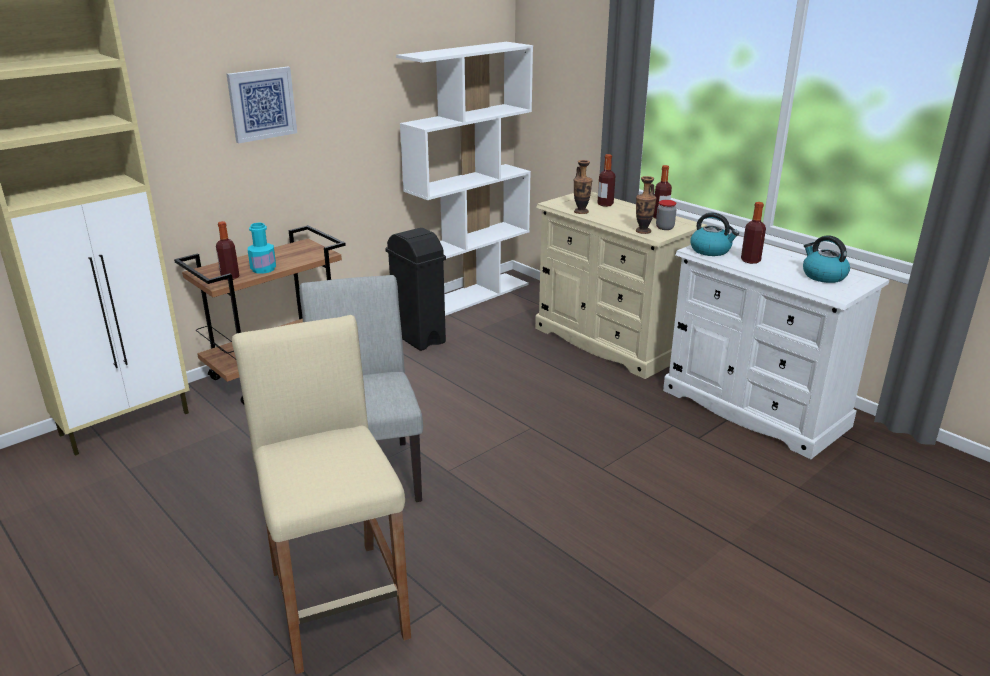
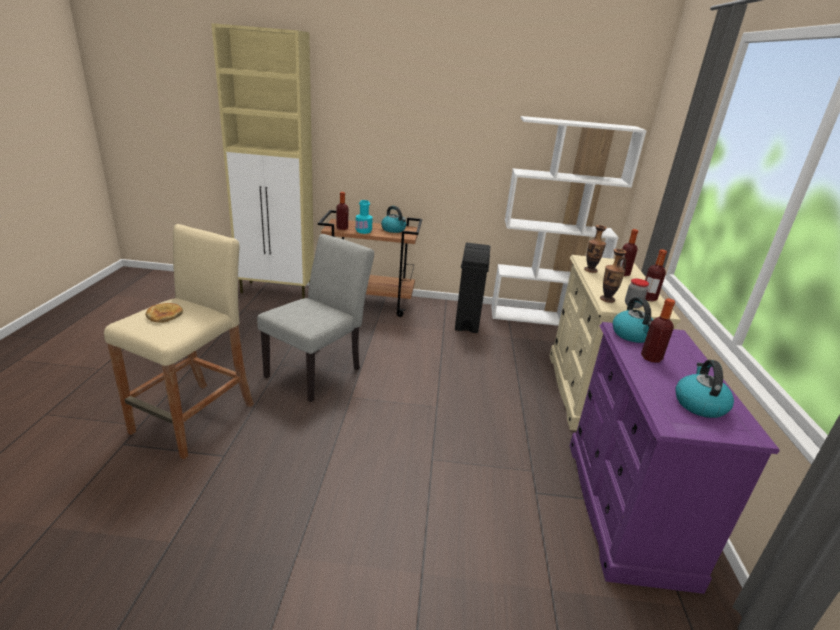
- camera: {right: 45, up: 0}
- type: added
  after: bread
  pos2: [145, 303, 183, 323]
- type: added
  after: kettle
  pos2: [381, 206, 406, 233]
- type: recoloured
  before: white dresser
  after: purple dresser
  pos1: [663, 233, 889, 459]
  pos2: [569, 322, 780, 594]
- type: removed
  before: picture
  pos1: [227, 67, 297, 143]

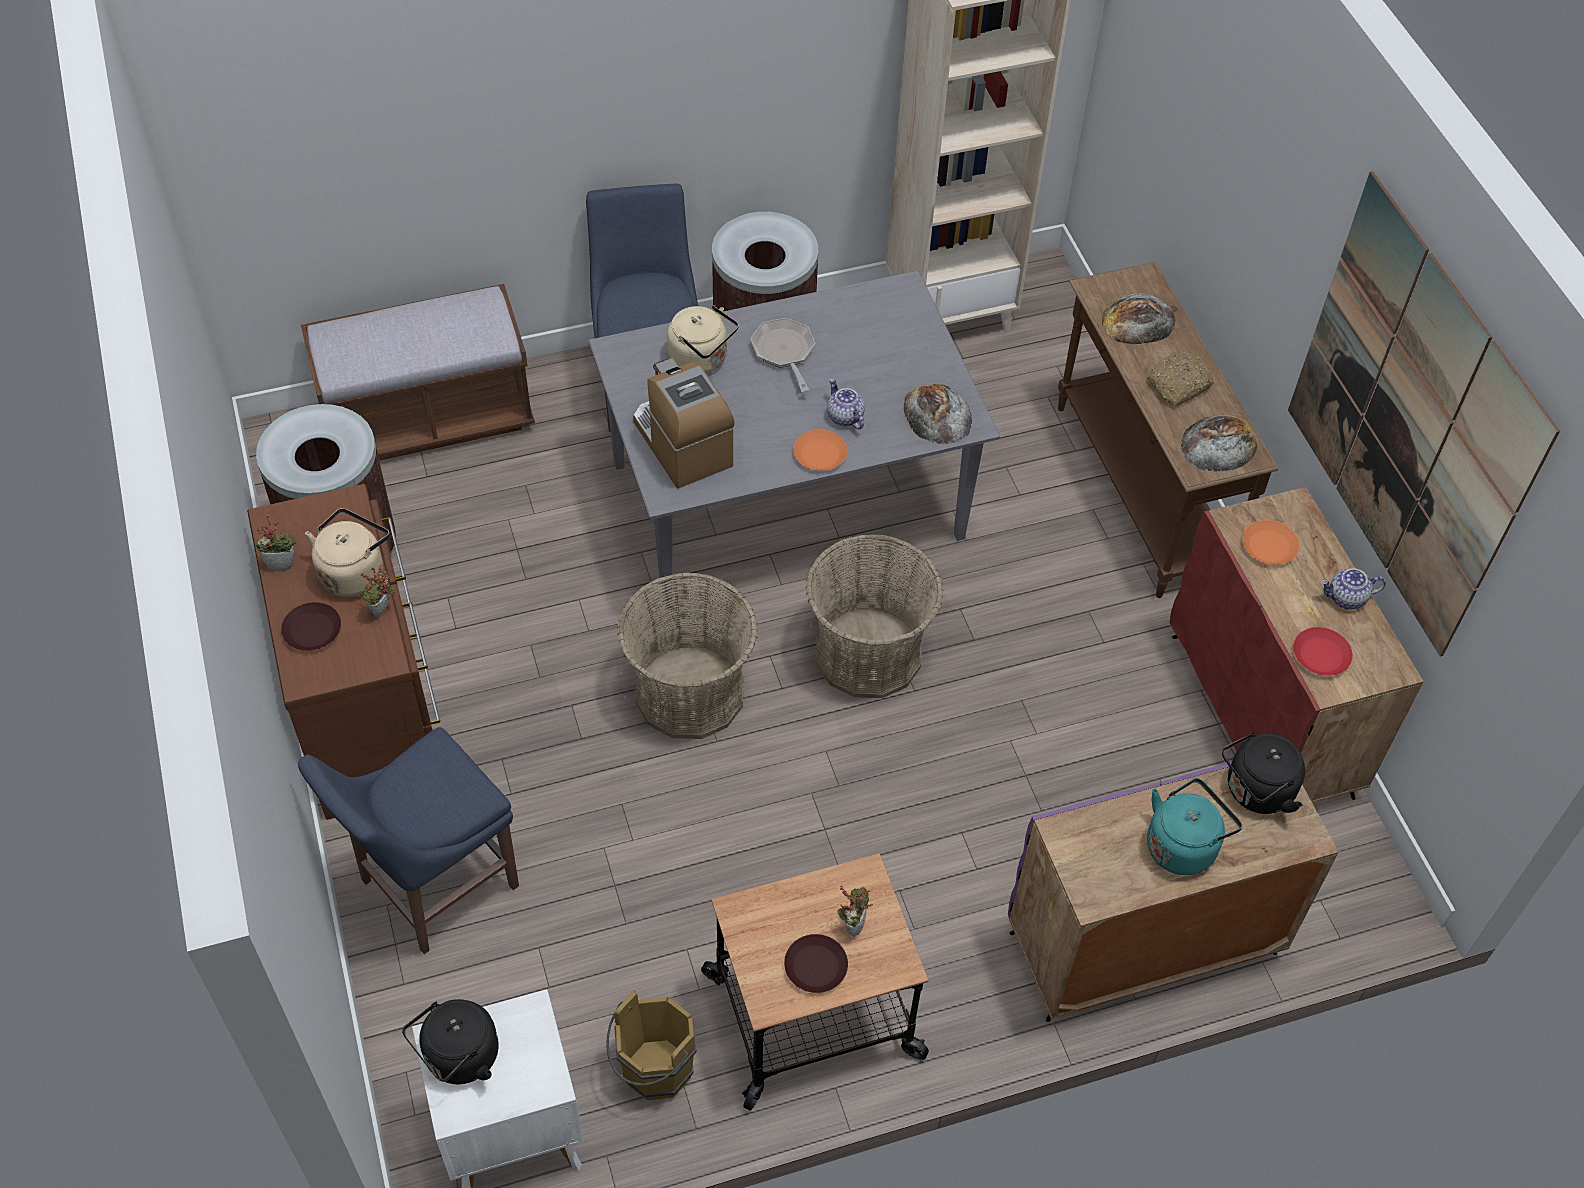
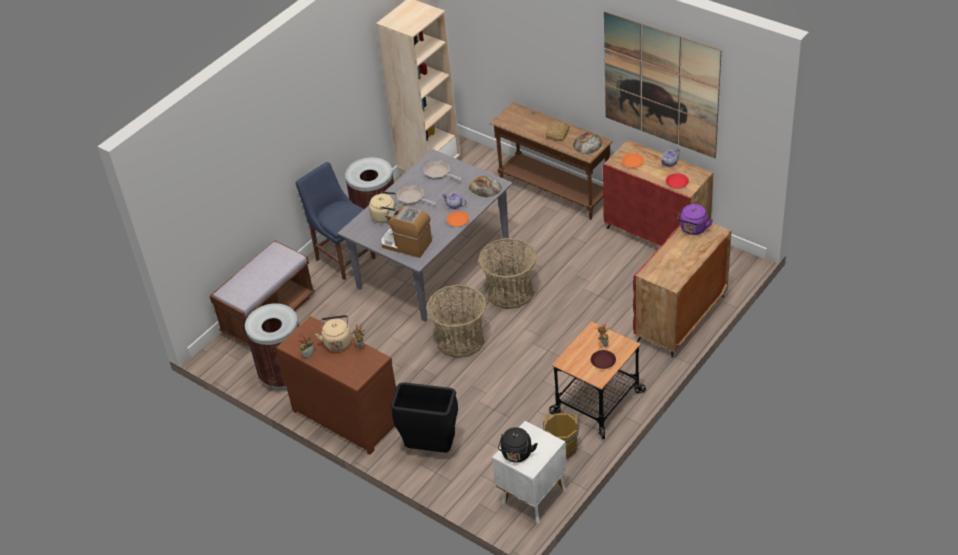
- camera: {right: -30, up: -10}
- type: replaced
  before: blue chair
  after: black trash can
  pos1: [298, 727, 519, 954]
  pos2: [390, 382, 458, 453]
- type: added
  after: frying pan
  pos2: [423, 160, 462, 180]
- type: recoloured
  before: purple cabinet
  after: red cabinet
  pos1: [1008, 762, 1339, 1022]
  pos2: [633, 221, 731, 358]
- type: recoloured
  before: black kettle
  after: purple kettle
  pos1: [1222, 731, 1305, 814]
  pos2: [677, 204, 713, 235]
- type: removed
  before: brown plate
  pos1: [281, 602, 341, 651]
- type: removed
  before: bread
  pos1: [1102, 293, 1176, 344]
- type: removed
  before: turquoise kettle
  pos1: [1147, 778, 1242, 875]

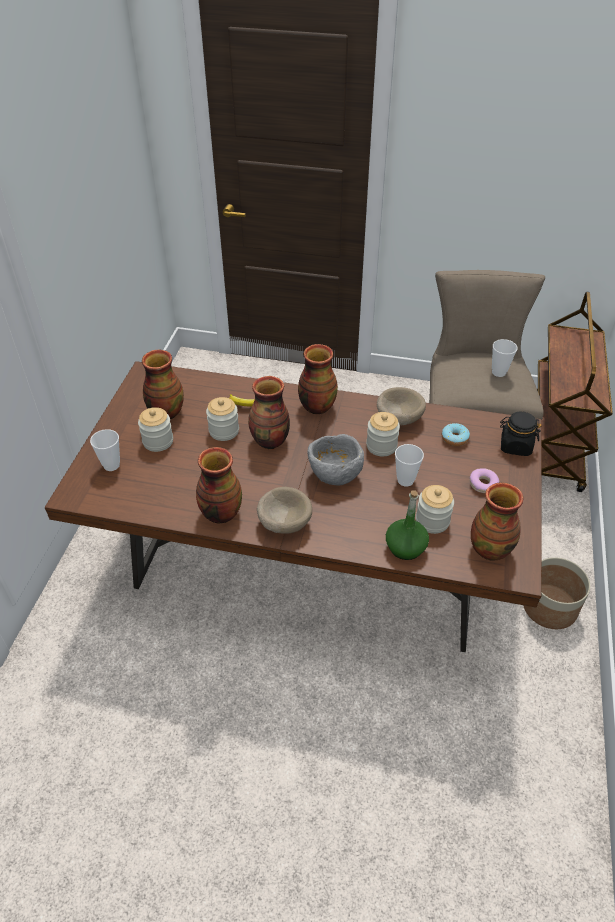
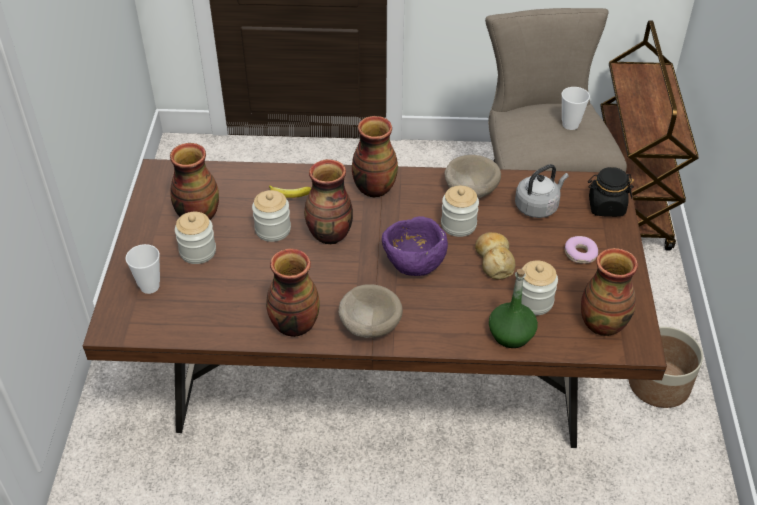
- camera: {right: -10, up: 0}
- type: recoloured
  before: grey bowl
  after: purple bowl
  pos1: [307, 434, 364, 485]
  pos2: [382, 216, 448, 276]
- type: replaced
  before: cup
  after: bread
  pos1: [395, 444, 424, 487]
  pos2: [475, 232, 515, 280]
- type: replaced
  before: donut
  after: grey kettle
  pos1: [442, 423, 470, 446]
  pos2: [515, 164, 569, 218]

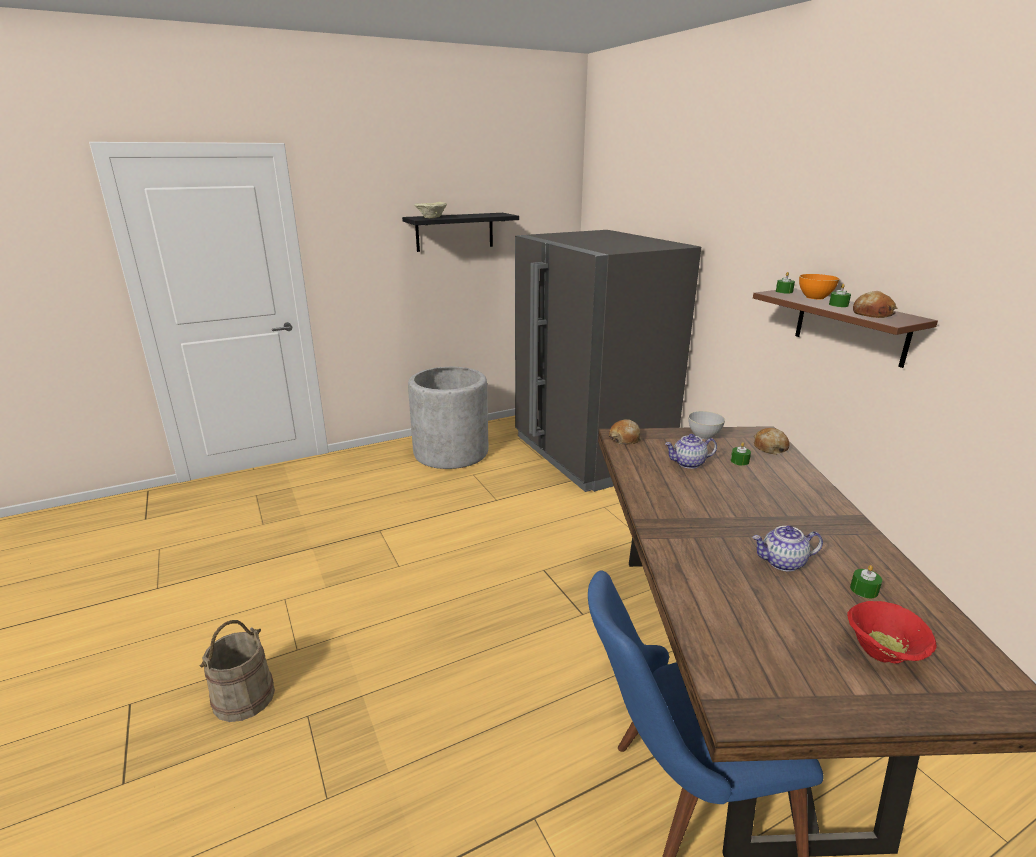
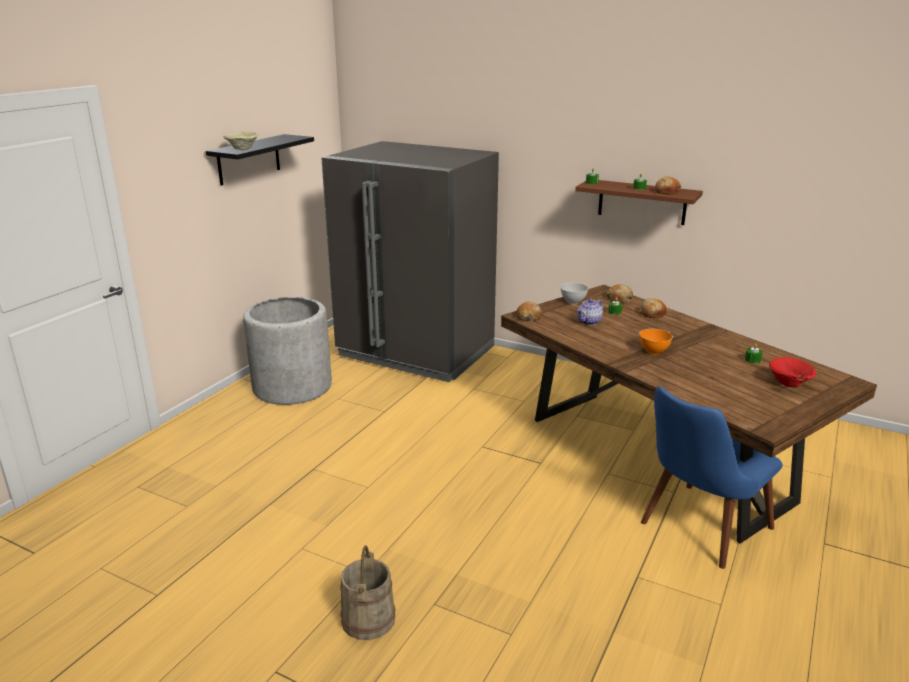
- camera: {right: -35, up: 0}
- type: added
  after: bread
  pos2: [639, 298, 666, 318]
- type: moved
  before: orange bowl
  pos1: [799, 274, 839, 299]
  pos2: [639, 329, 673, 354]
- type: removed
  before: teapot
  pos1: [752, 525, 823, 572]

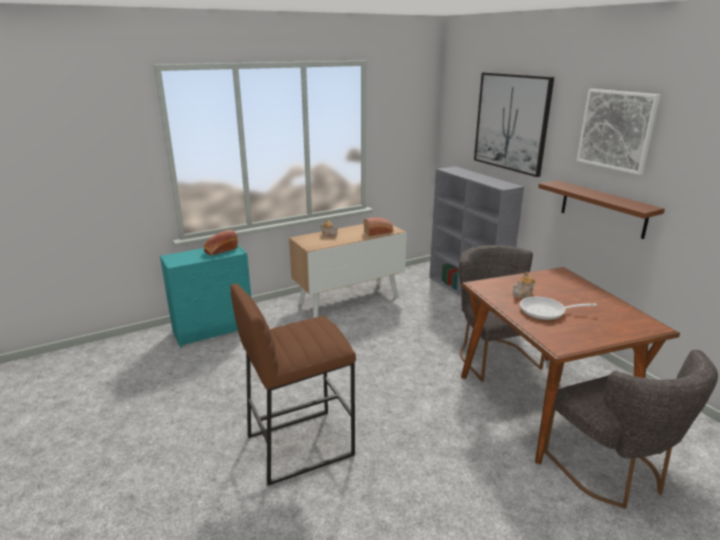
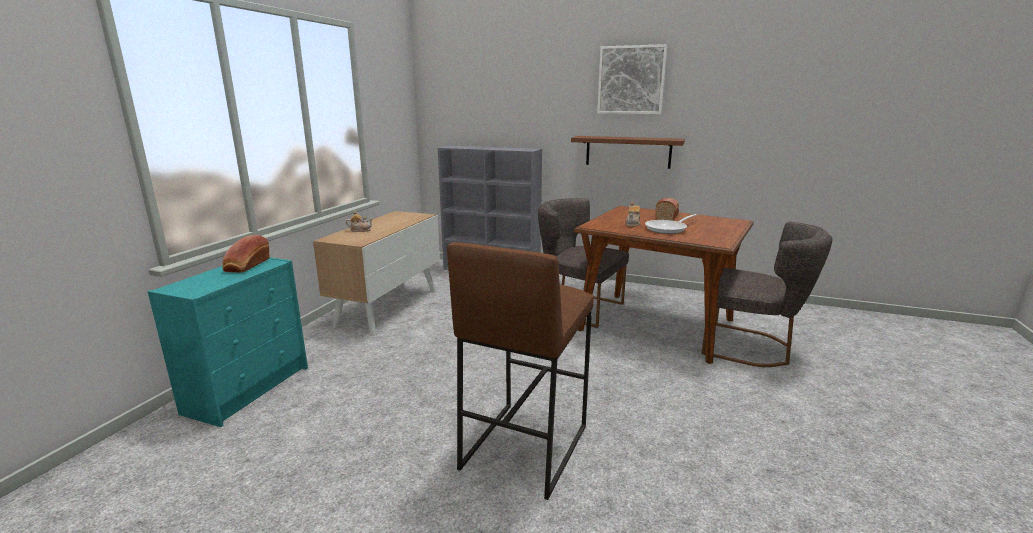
- camera: {right: -40, up: -5}
- type: moved
  before: bread
  pos1: [364, 217, 393, 236]
  pos2: [655, 198, 679, 221]
- type: removed
  before: picture
  pos1: [474, 72, 554, 177]

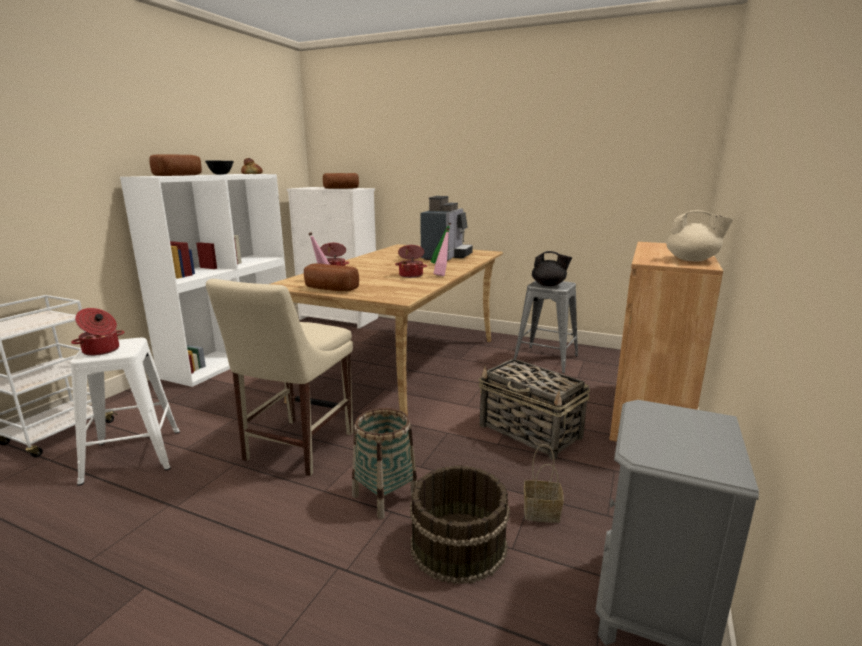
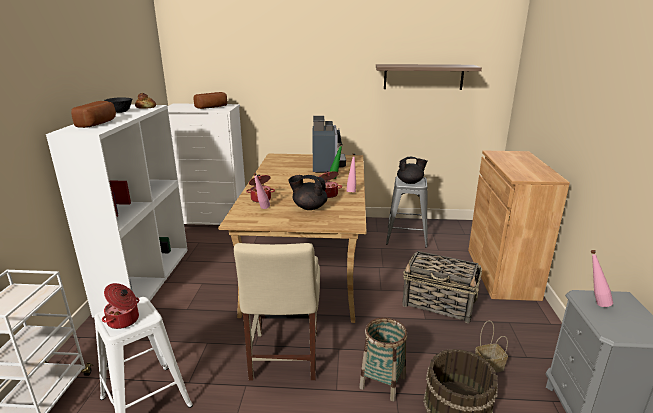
- camera: {right: -20, up: 5}
- type: added
  after: black teapot
  pos2: [288, 175, 327, 210]
- type: added
  after: shelf
  pos2: [376, 64, 482, 90]
- type: added
  after: pink bottle
  pos2: [591, 250, 613, 307]
- type: removed
  before: bread
  pos1: [304, 263, 359, 291]
- type: removed
  before: beige teapot
  pos1: [666, 210, 734, 262]

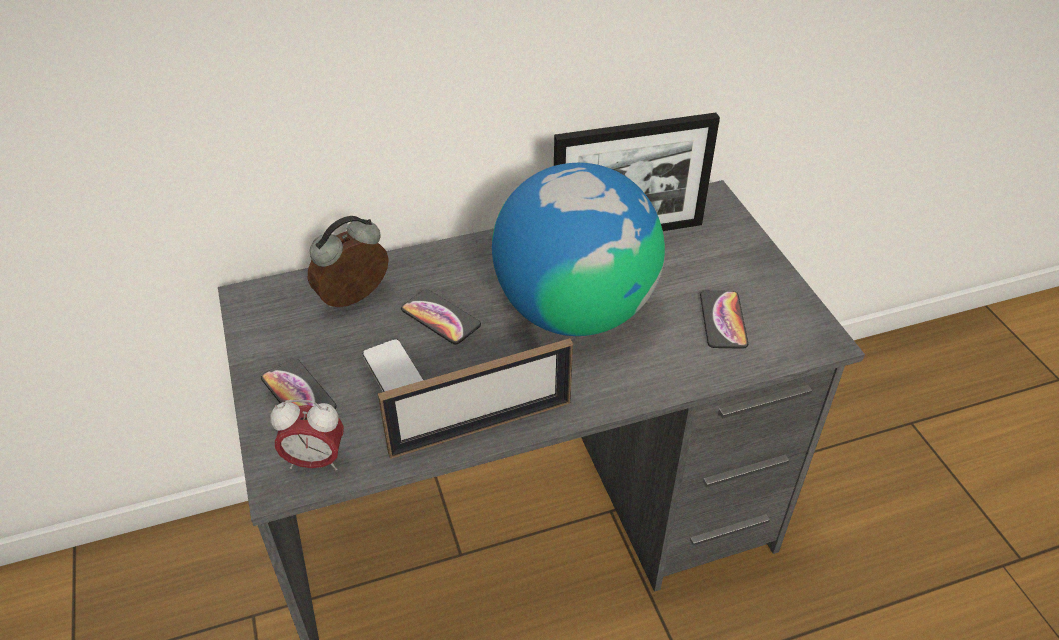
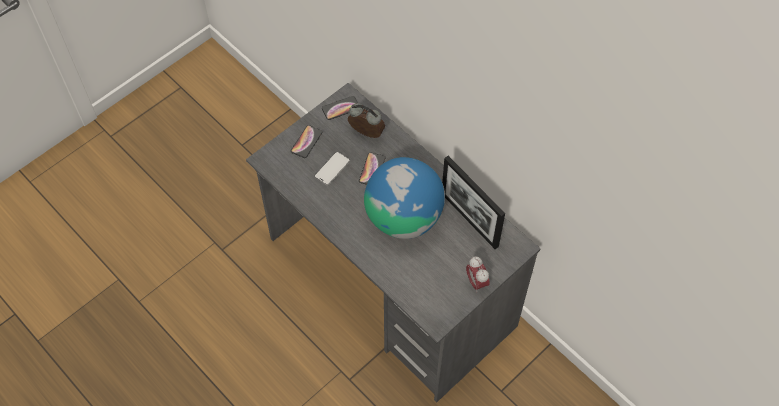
- camera: {right: 65, up: 15}
- type: moved
  before: phone
  pos1: [700, 291, 748, 349]
  pos2: [322, 96, 358, 120]
- type: moved
  before: alarm clock
  pos1: [270, 400, 344, 471]
  pos2: [466, 257, 490, 292]
- type: removed
  before: picture frame
  pos1: [378, 338, 573, 459]

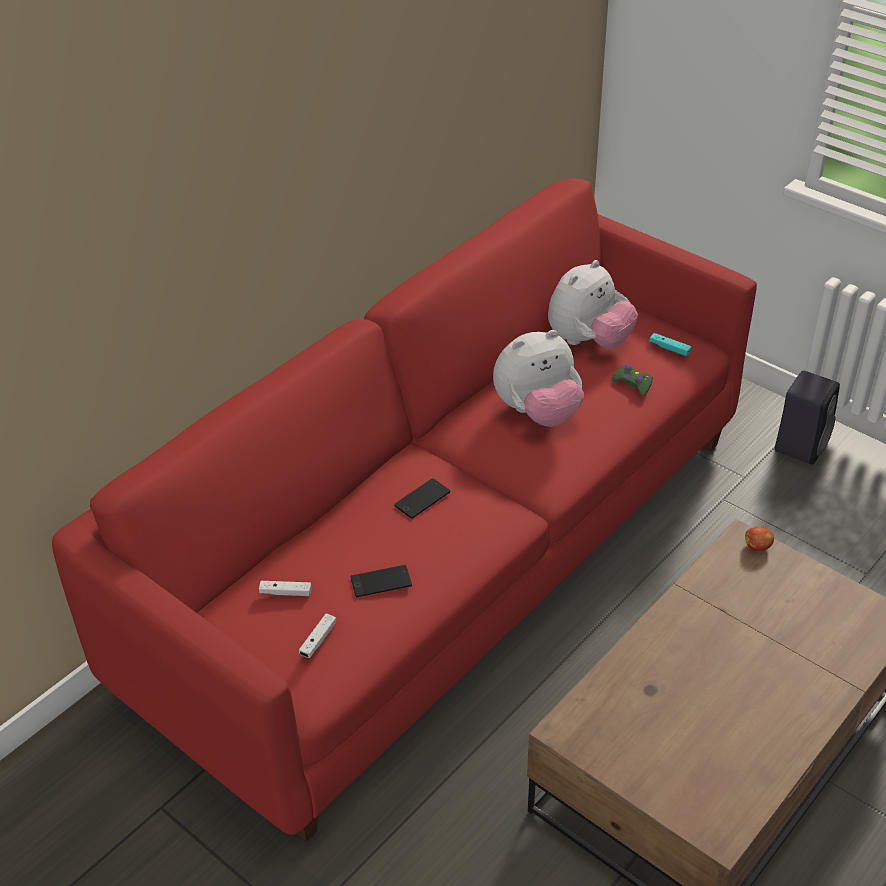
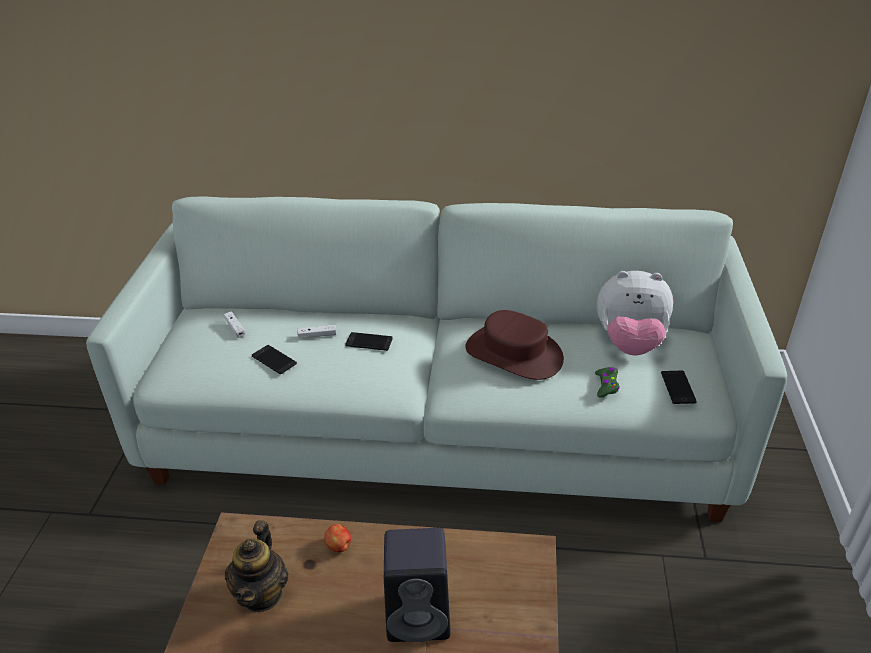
- camera: {right: 55, up: -5}
- type: recoloured
  before: red sofa
  after: white sofa
  pos1: [52, 178, 757, 842]
  pos2: [86, 196, 787, 522]
- type: added
  after: teapot
  pos2: [225, 520, 288, 612]
- type: moved
  before: white game controller
  pos1: [299, 614, 336, 658]
  pos2: [297, 325, 336, 337]
- type: moved
  before: apple
  pos1: [745, 526, 774, 551]
  pos2: [324, 524, 351, 553]
- type: moved
  before: black speaker
  pos1: [775, 371, 840, 465]
  pos2: [384, 528, 450, 642]
- type: replaced
  before: plush toy
  after: brown hat
  pos1: [493, 330, 584, 427]
  pos2: [465, 310, 564, 380]
- type: replaced
  before: turquoise game controller
  after: phone
  pos1: [649, 333, 691, 356]
  pos2: [661, 371, 697, 404]

